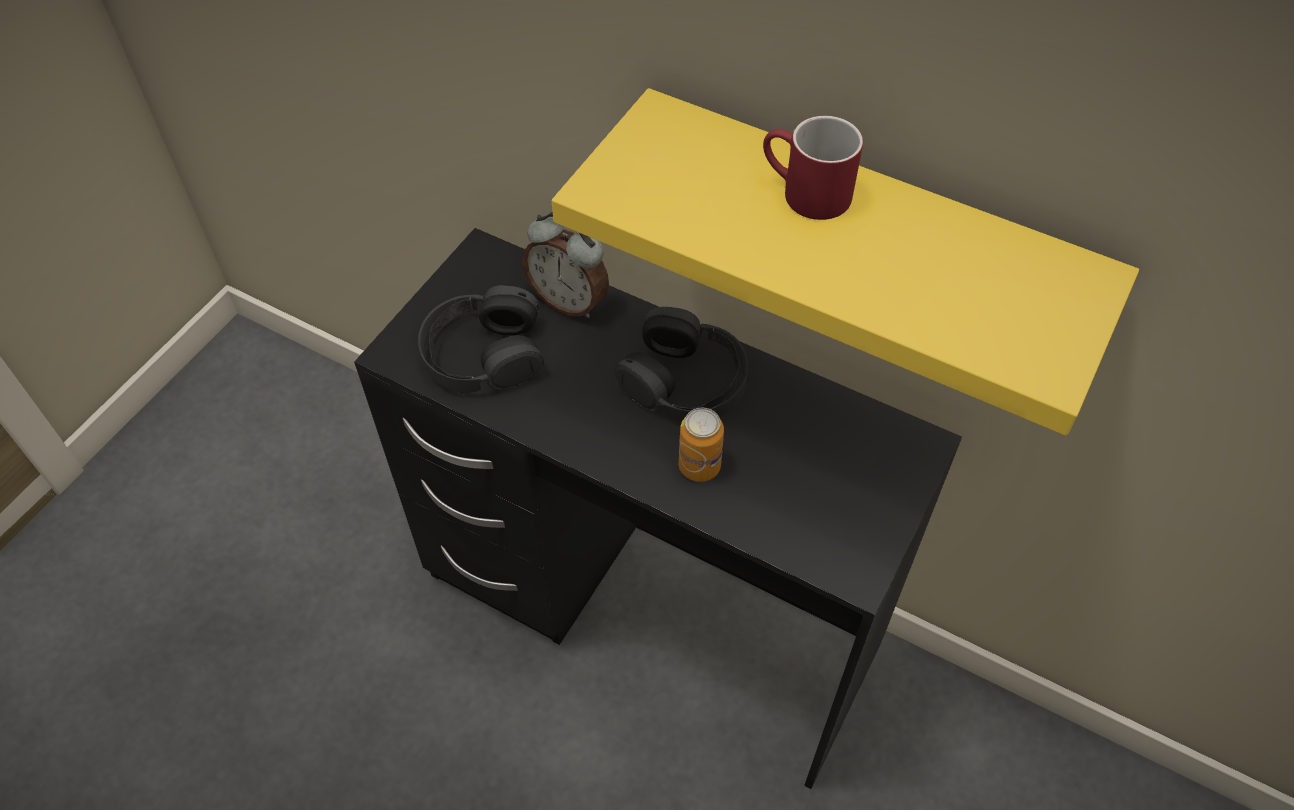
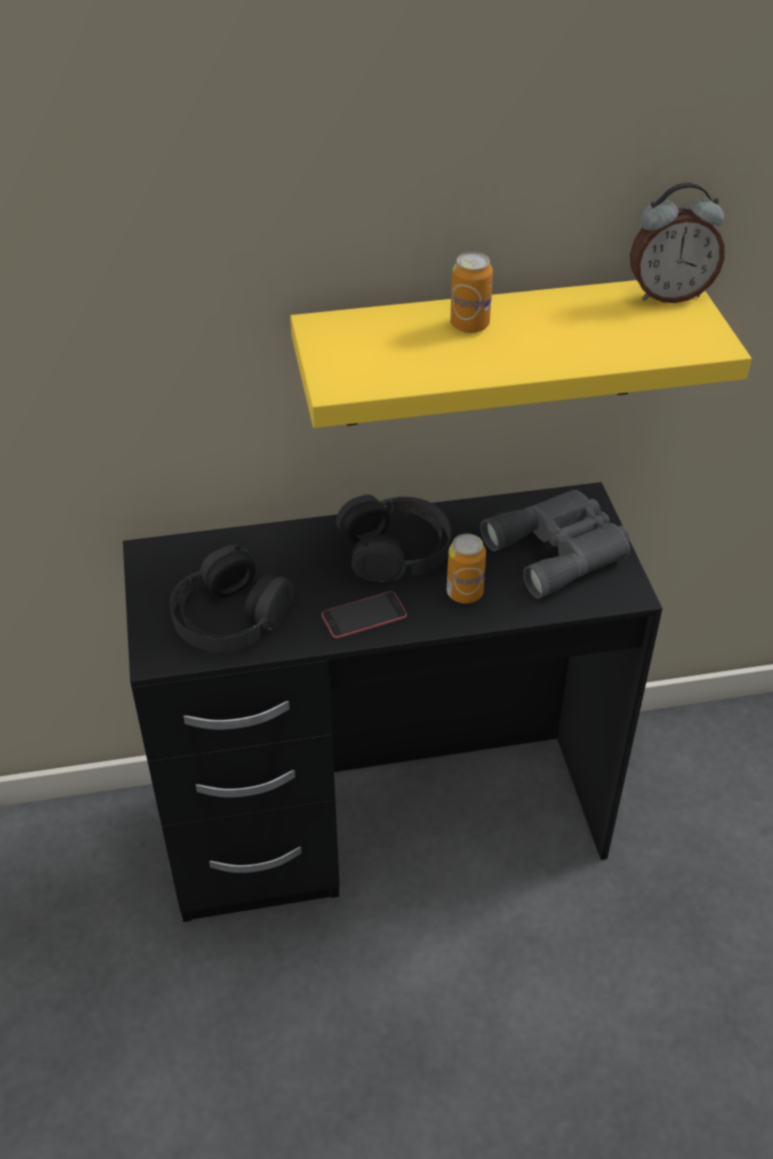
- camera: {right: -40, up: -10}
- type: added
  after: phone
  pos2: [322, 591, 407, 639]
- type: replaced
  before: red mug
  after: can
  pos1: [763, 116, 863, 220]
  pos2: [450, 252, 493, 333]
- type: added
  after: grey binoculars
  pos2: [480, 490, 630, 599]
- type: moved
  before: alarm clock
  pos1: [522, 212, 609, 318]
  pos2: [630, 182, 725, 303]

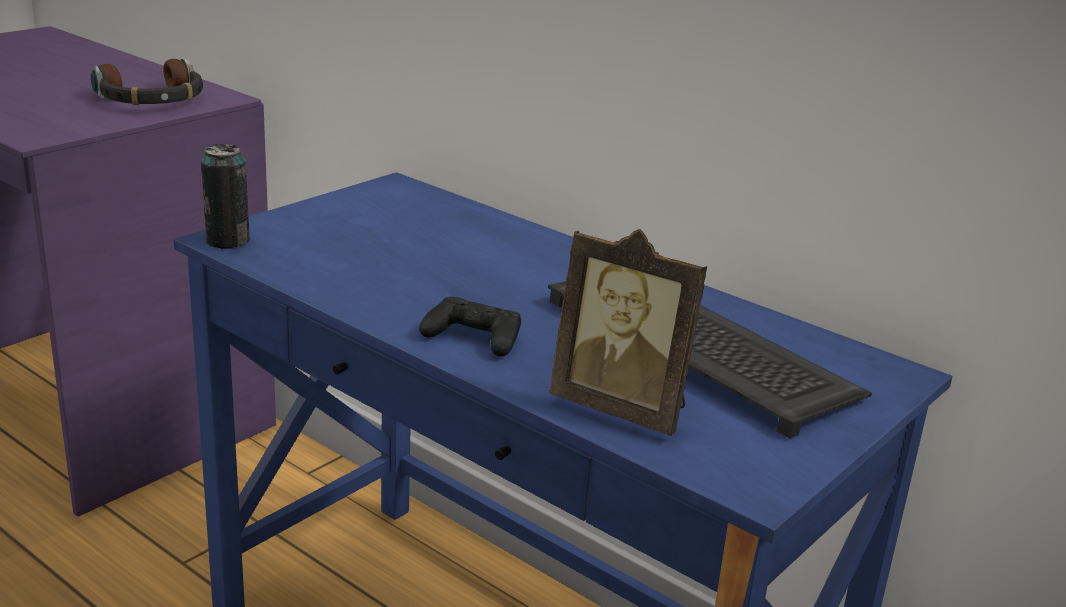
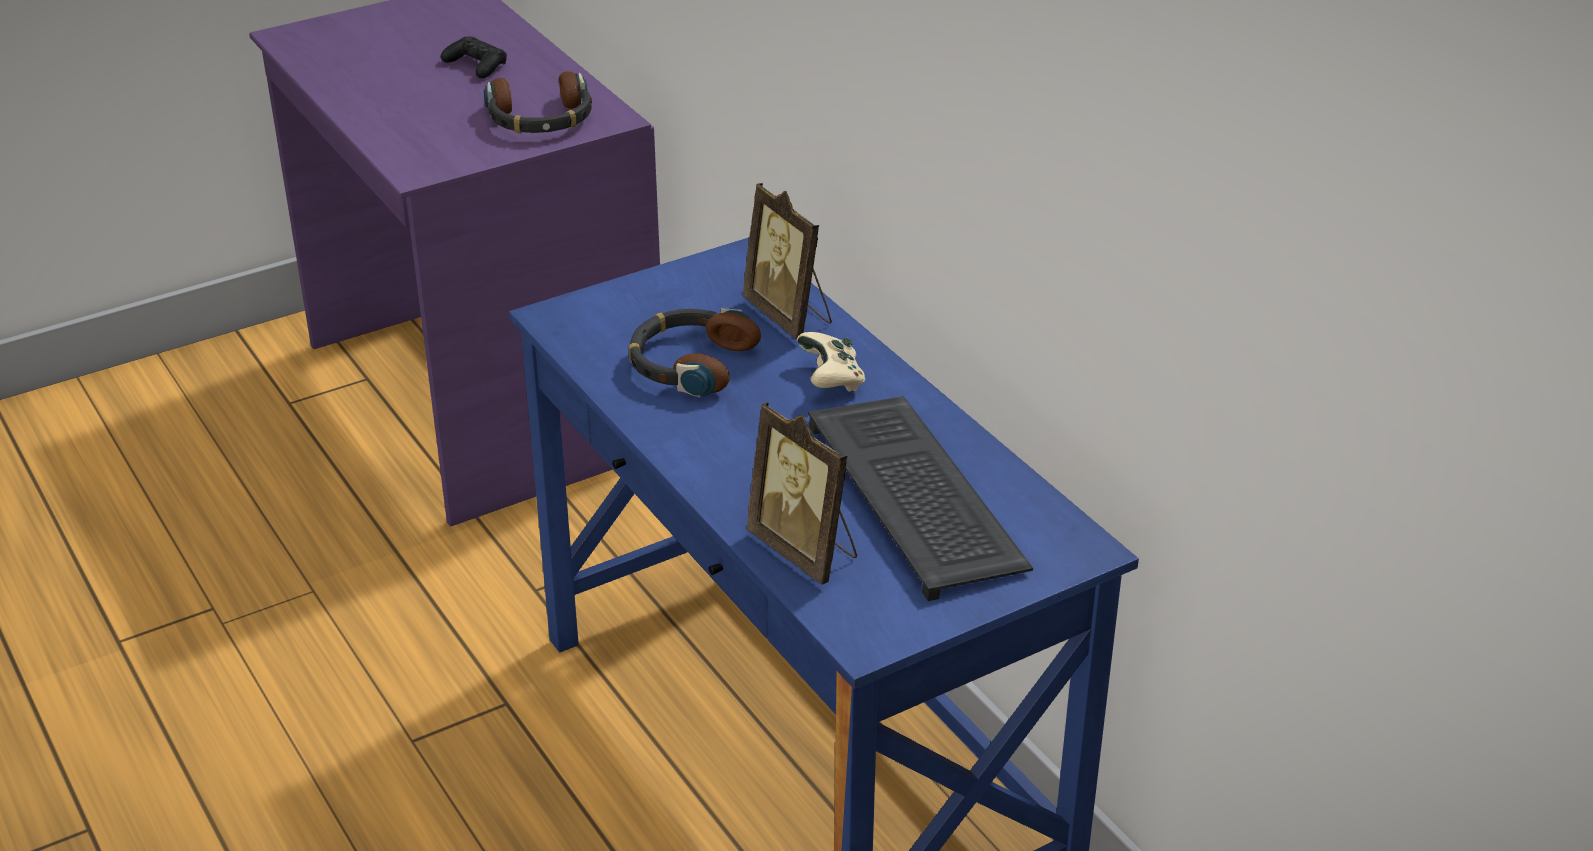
- camera: {right: 20, up: 10}
- type: moved
  before: black game controller
  pos1: [419, 297, 521, 357]
  pos2: [441, 36, 507, 78]
- type: added
  after: headphones
  pos2: [628, 307, 761, 397]
- type: added
  after: picture frame
  pos2: [742, 183, 832, 340]
- type: added
  after: beige game controller
  pos2: [797, 332, 865, 392]
- type: removed
  before: can
  pos1: [201, 144, 250, 249]

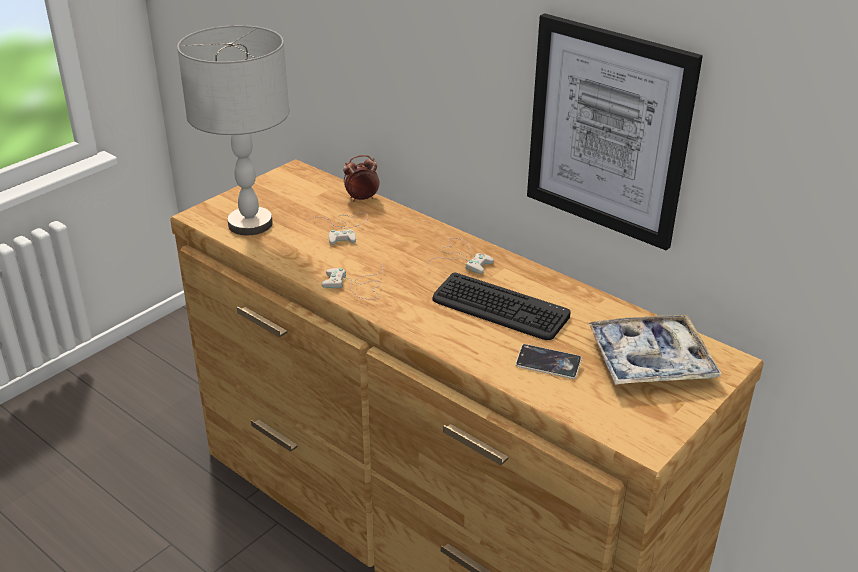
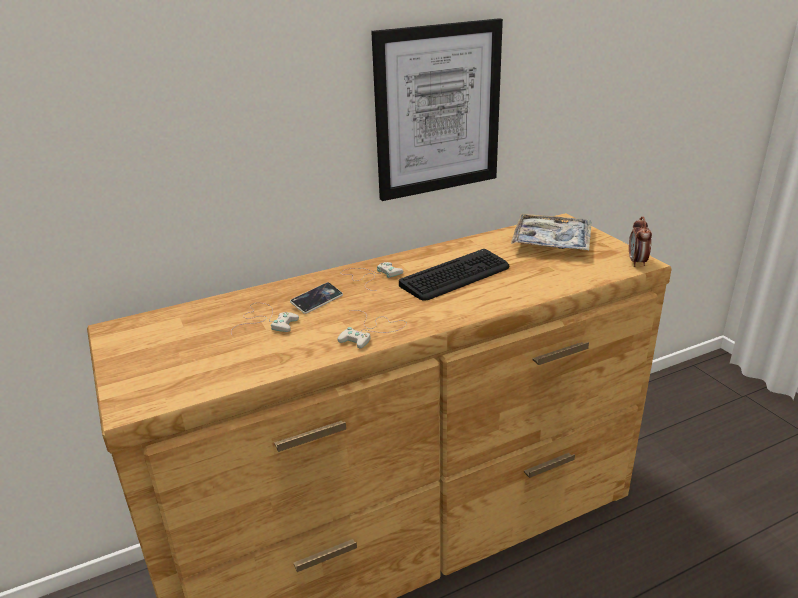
- camera: {right: -65, up: -5}
- type: moved
  before: phone
  pos1: [516, 344, 582, 379]
  pos2: [290, 282, 343, 314]
- type: moved
  before: alarm clock
  pos1: [343, 155, 380, 201]
  pos2: [629, 216, 652, 267]
- type: removed
  before: grey table lamp
  pos1: [177, 25, 289, 235]

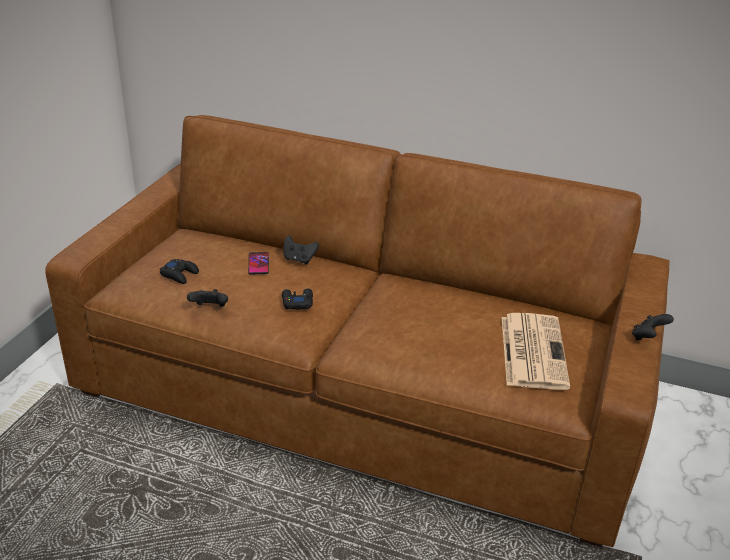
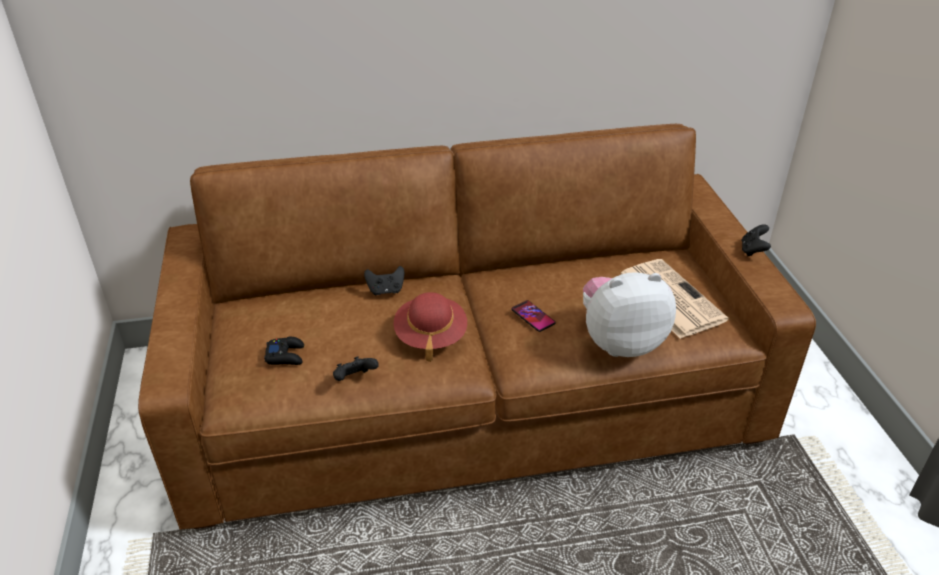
- camera: {right: -30, up: 5}
- type: replaced
  before: black game controller
  after: red hat
  pos1: [282, 289, 313, 310]
  pos2: [393, 292, 467, 362]
- type: moved
  before: phone
  pos1: [248, 252, 269, 274]
  pos2: [511, 300, 555, 332]
- type: added
  after: plush toy
  pos2: [583, 272, 676, 357]

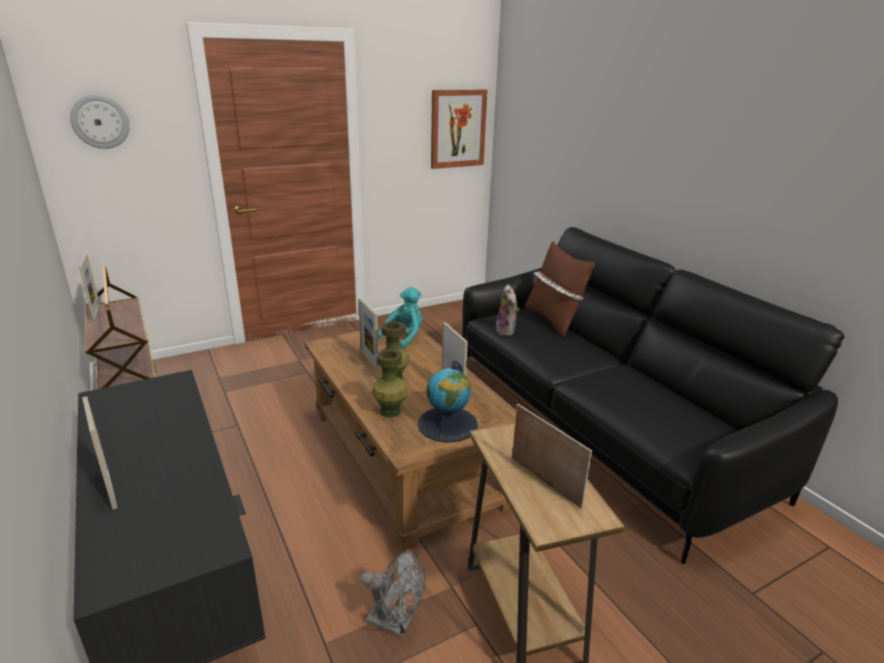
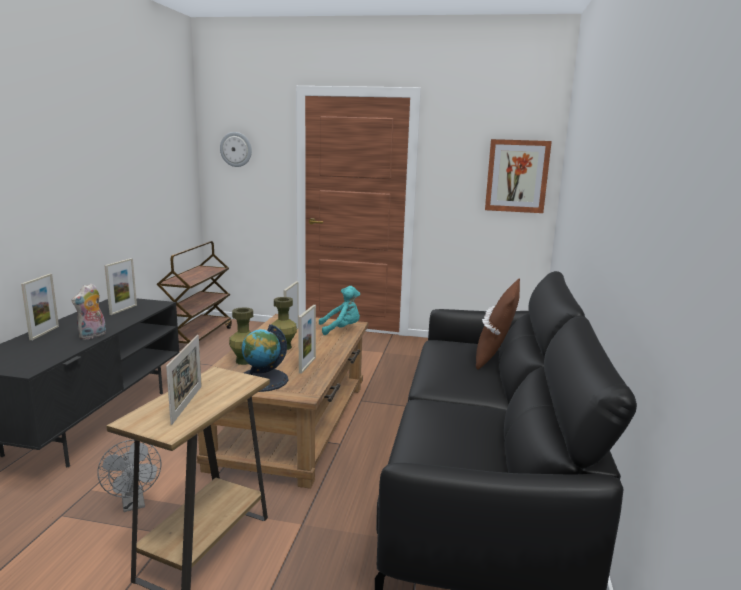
- camera: {right: 40, up: -10}
- type: moved
  before: plush toy
  pos1: [496, 285, 519, 336]
  pos2: [71, 283, 106, 340]
- type: moved
  before: picture frame
  pos1: [79, 254, 100, 320]
  pos2: [104, 258, 137, 315]

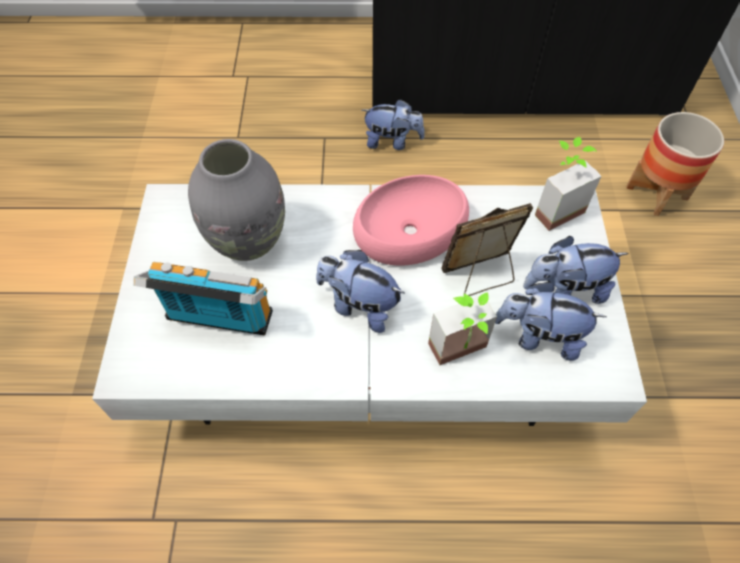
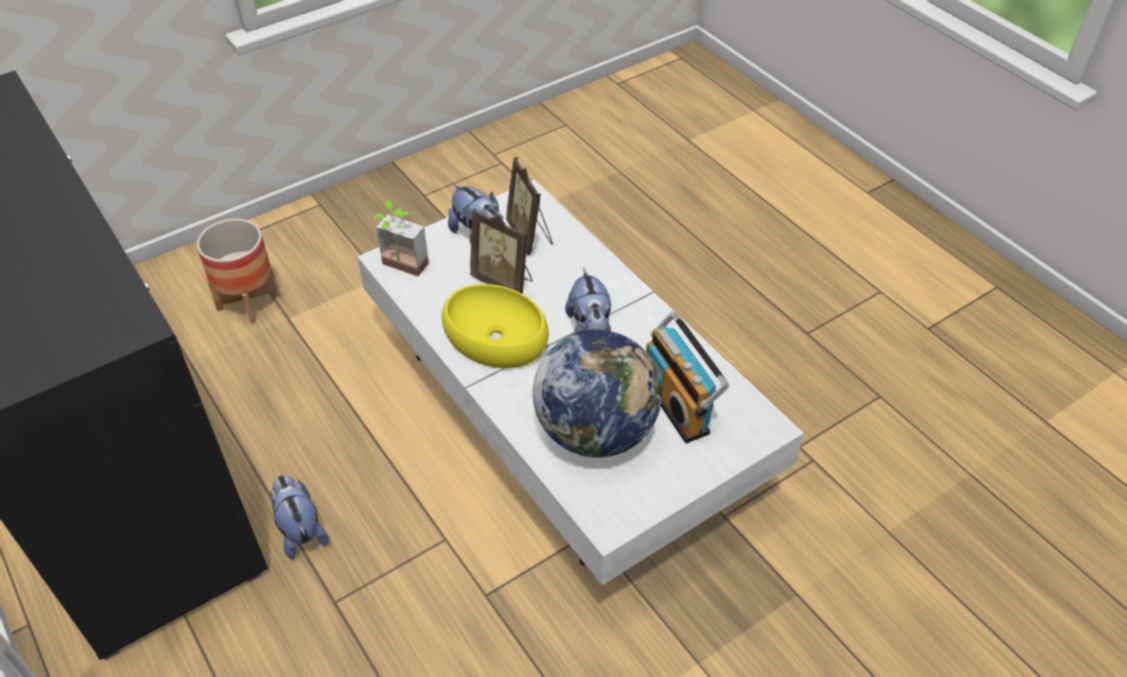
- camera: {right: -125, up: -10}
- type: recoloured
  before: pink bowl
  after: yellow bowl
  pos1: [353, 175, 469, 266]
  pos2: [442, 284, 549, 368]
- type: replaced
  before: plush toy
  after: picture frame
  pos1: [495, 281, 606, 361]
  pos2: [506, 157, 553, 255]
- type: replaced
  before: grey vase
  after: globe
  pos1: [188, 139, 285, 261]
  pos2: [533, 329, 662, 457]
- type: removed
  before: potted plant
  pos1: [428, 292, 497, 365]

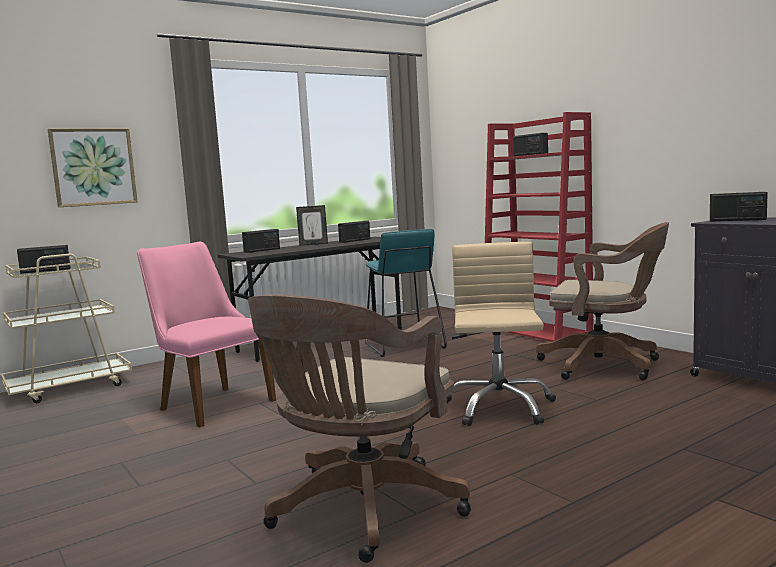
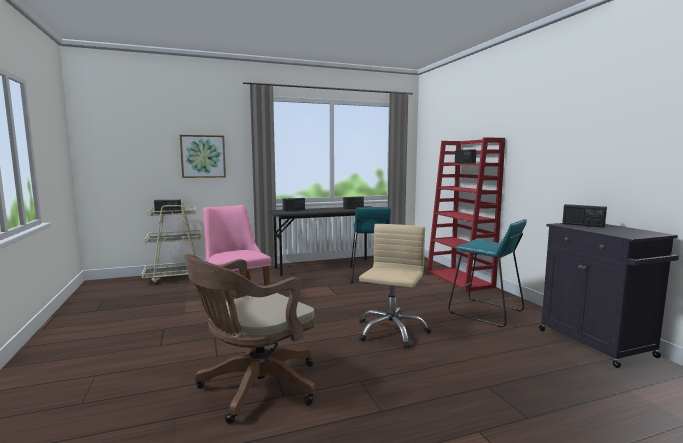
- camera: {right: 15, up: 0}
- type: replaced
  before: brown office chair
  after: turquoise stool
  pos1: [536, 222, 669, 380]
  pos2: [448, 219, 527, 327]
- type: removed
  before: picture frame
  pos1: [296, 205, 328, 246]

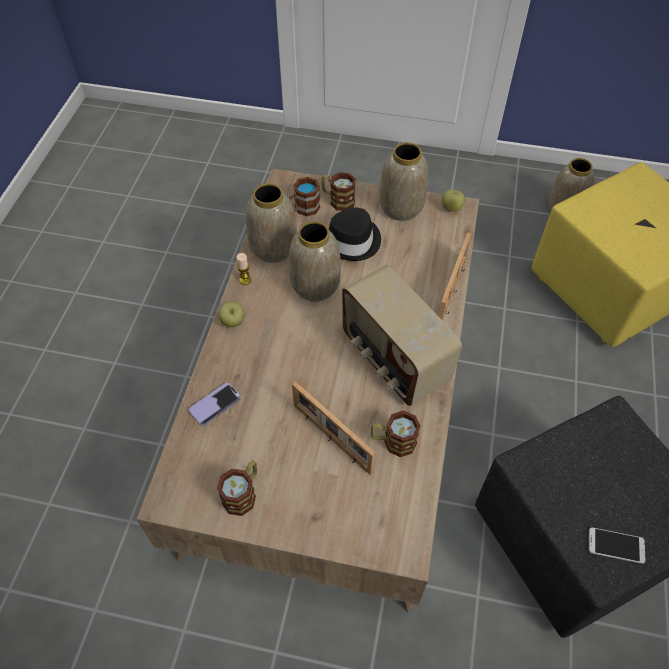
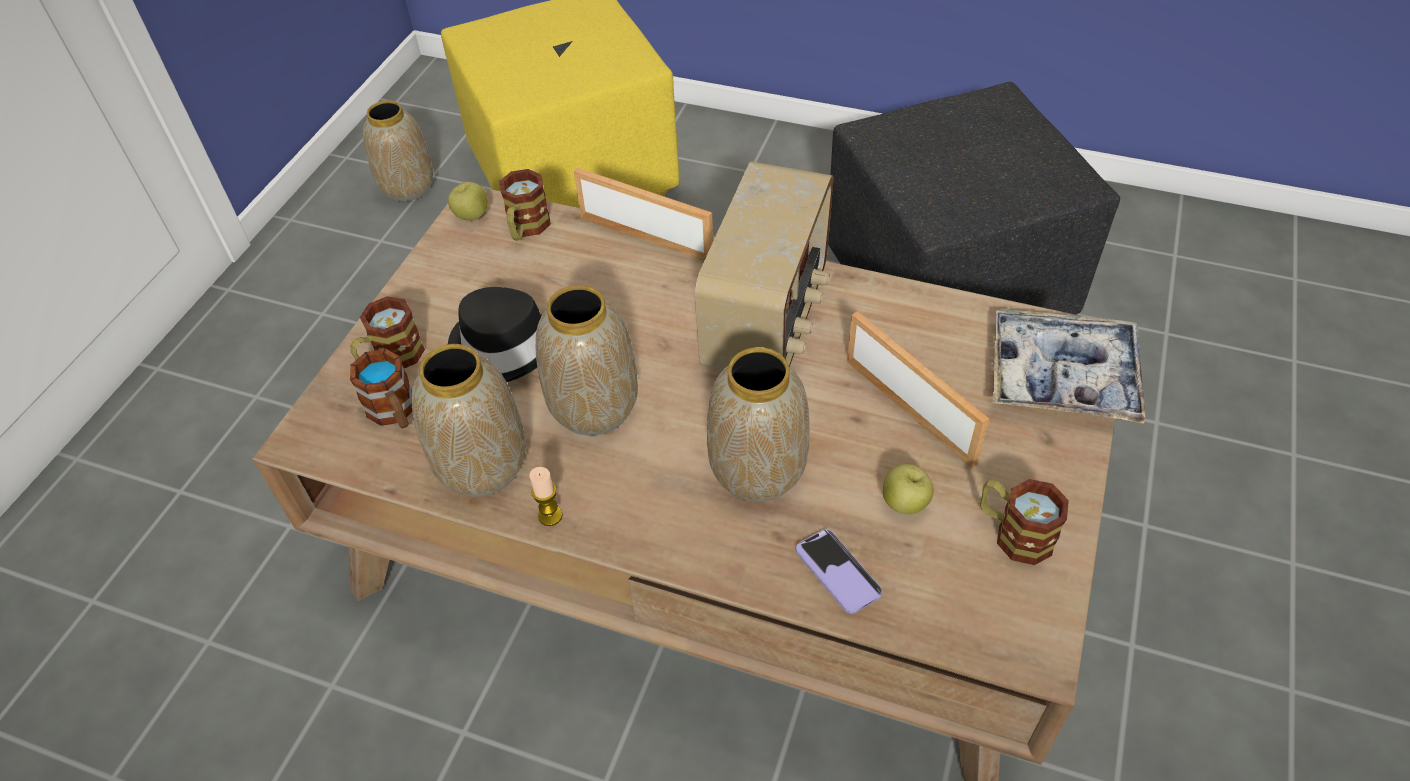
- camera: {right: -80, up: -5}
- type: moved
  before: mug
  pos1: [371, 411, 421, 457]
  pos2: [500, 169, 551, 241]
- type: turned
  before: radio
  pos1: [342, 265, 462, 406]
  pos2: [695, 161, 833, 370]
  turn: -45
- type: moved
  before: vase
  pos1: [379, 142, 428, 221]
  pos2: [707, 347, 810, 502]
- type: turned
  before: picture frame
  pos1: [292, 381, 376, 475]
  pos2: [847, 311, 989, 469]
  turn: -90
- type: moved
  before: apple
  pos1: [219, 302, 245, 327]
  pos2: [883, 464, 934, 514]
- type: added
  after: tray
  pos2: [993, 309, 1145, 424]
- type: removed
  before: phone
  pos1: [589, 527, 646, 564]

